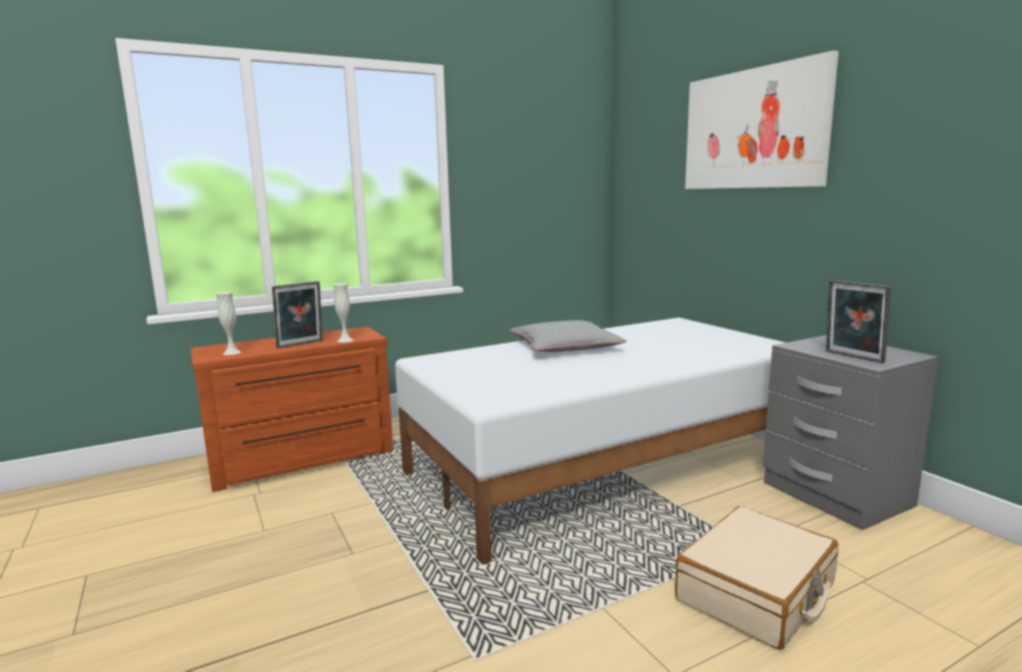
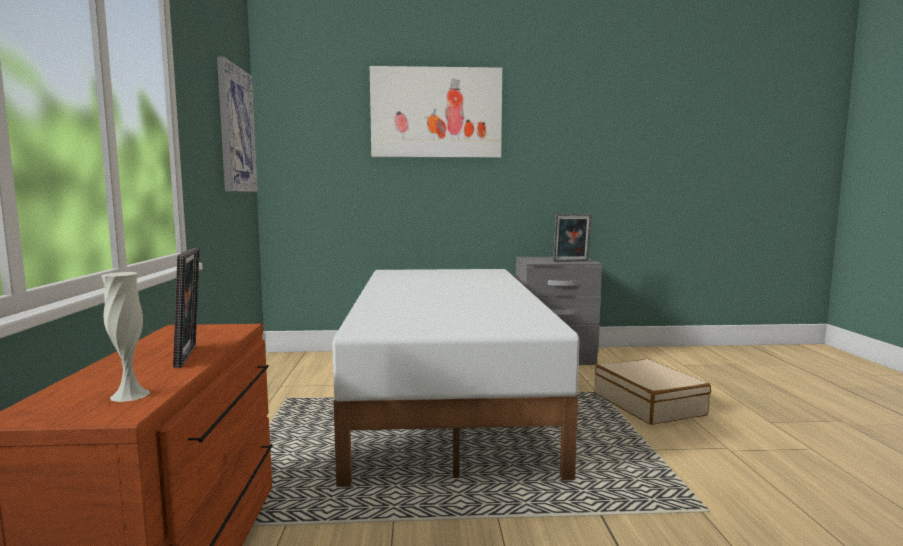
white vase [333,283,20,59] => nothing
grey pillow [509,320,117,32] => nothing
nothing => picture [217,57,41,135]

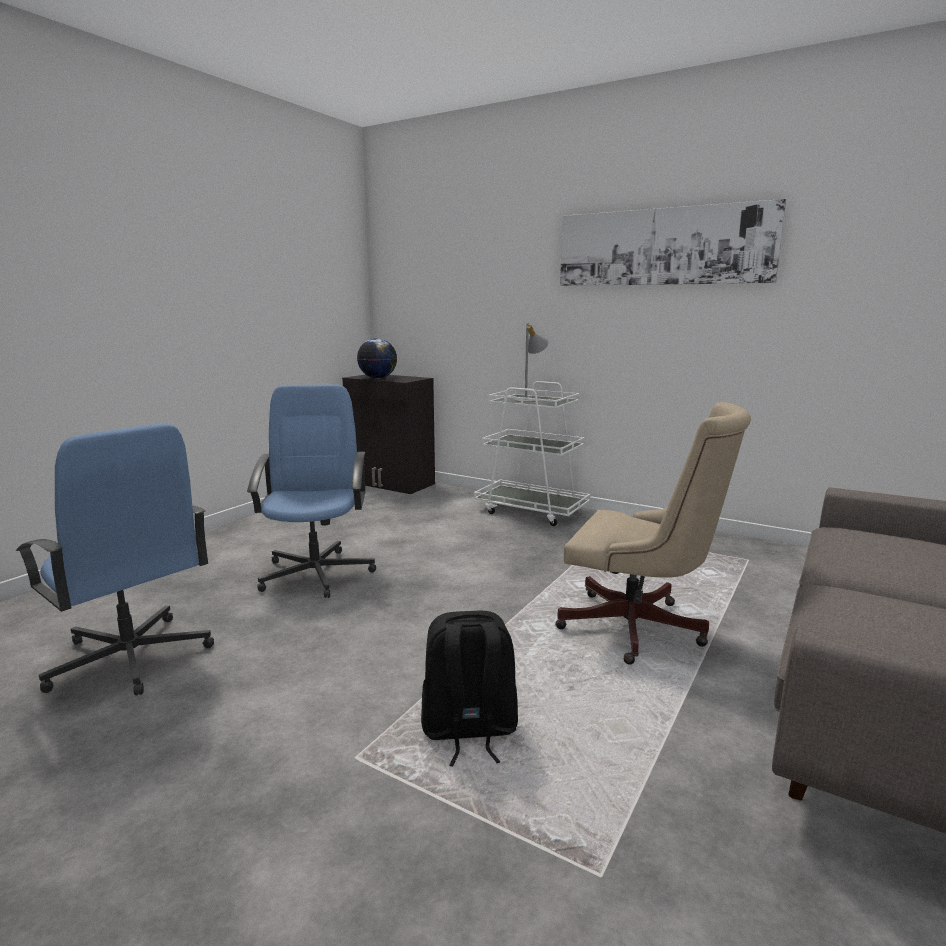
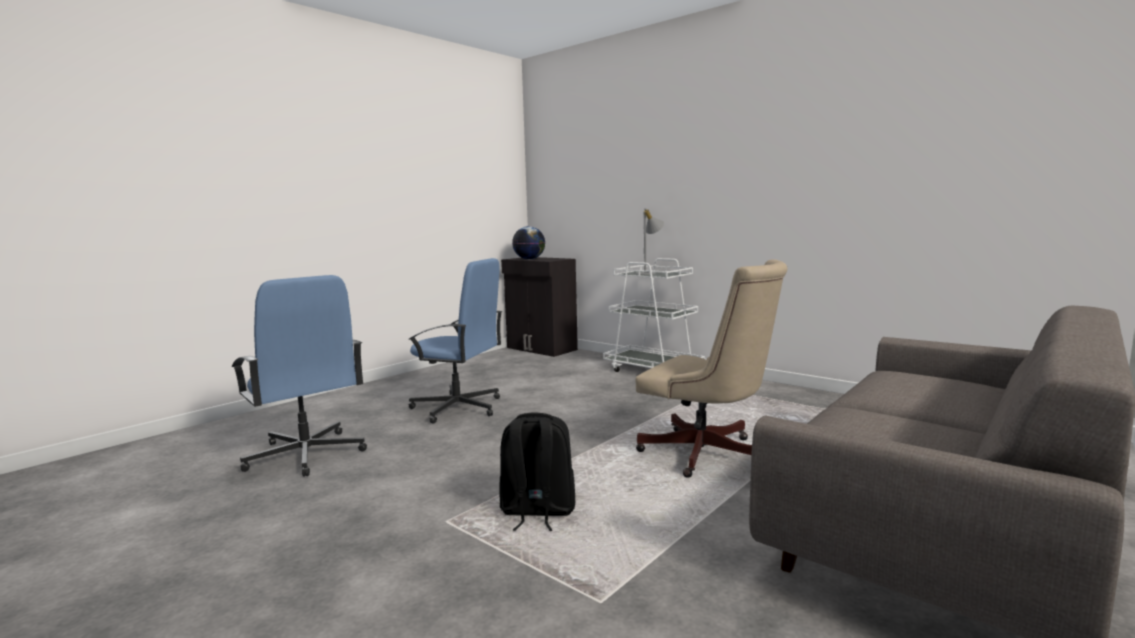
picture [560,199,226,87] => nothing
blue office chair [247,384,129,214] => blue office chair [408,258,94,166], 105 degrees clockwise

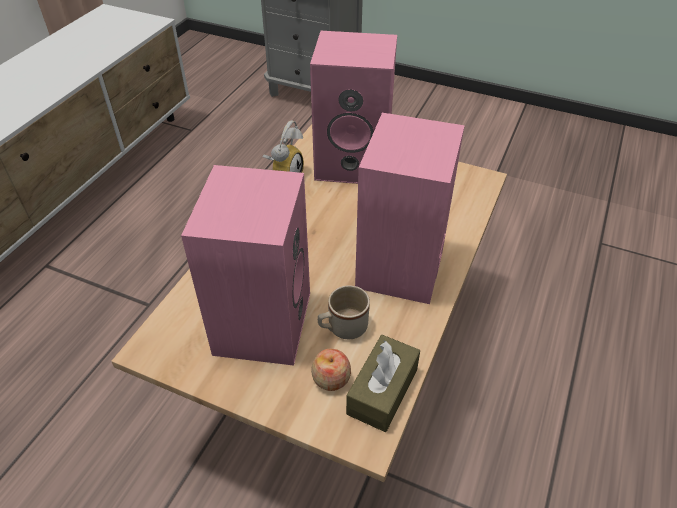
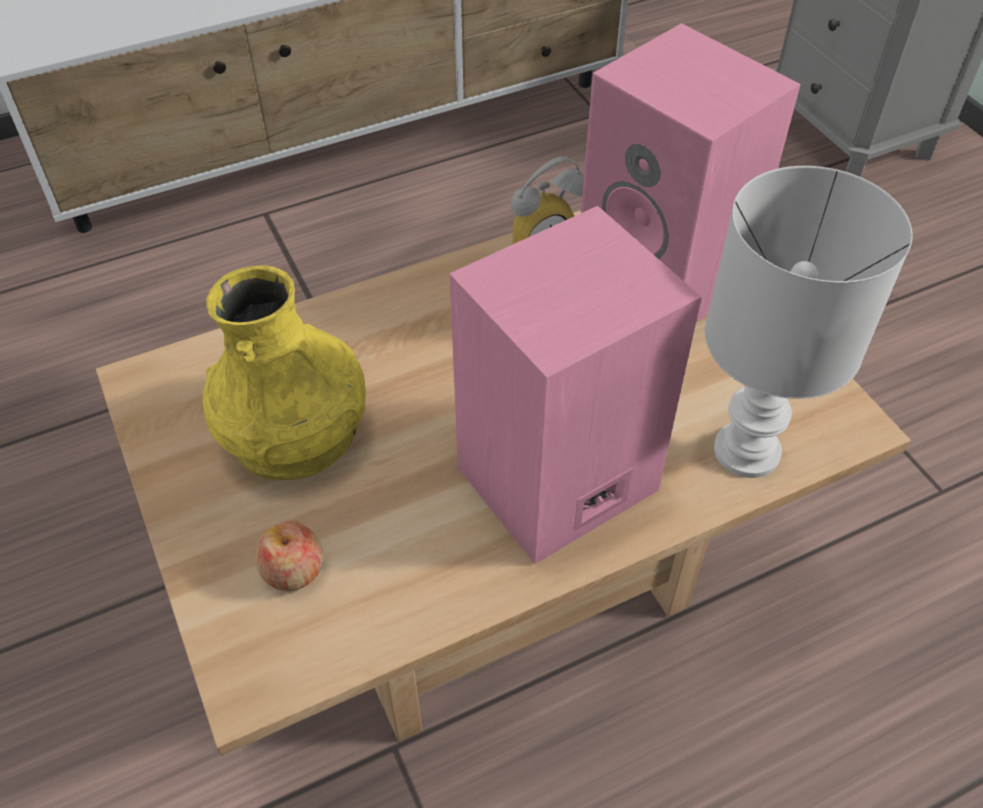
pink speaker [181,165,129,201] => yellow vase [203,265,163,215]
beige mug [318,285,52,54] => nothing
brown tissue box [346,335,74,97] => nothing
nothing => white table lamp [705,166,208,312]

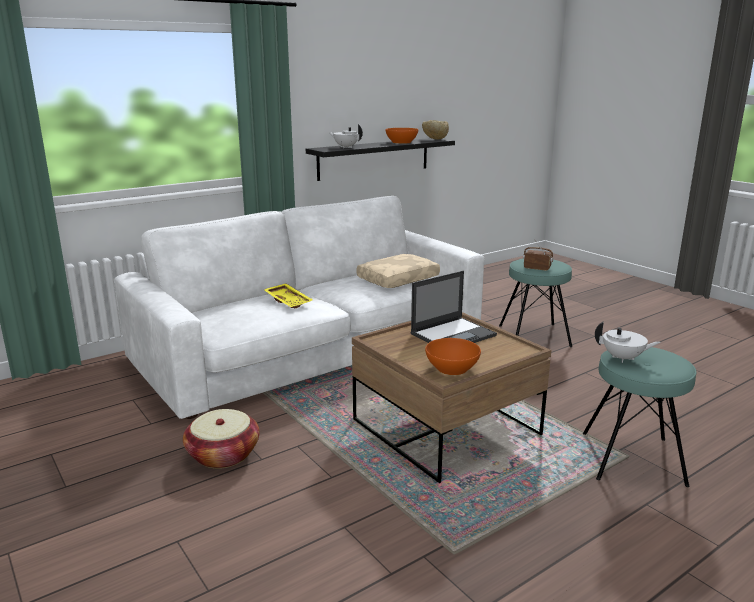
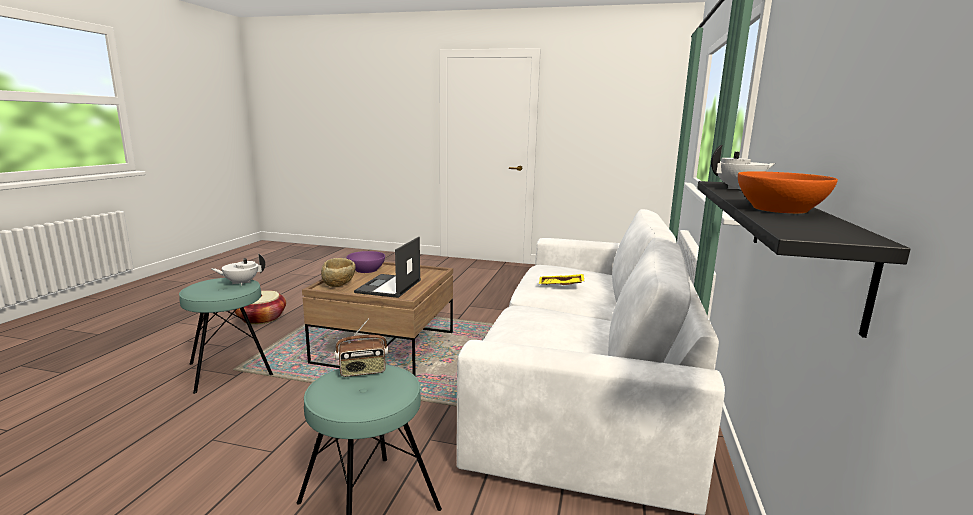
beige bowl [422,120,27,20] => beige bowl [321,258,35,29], move
beige pillow [356,254,84,34] => nothing
orange bowl [425,338,56,37] => purple bowl [346,251,39,22]
basket [183,409,77,60] => basket [235,290,51,34], move

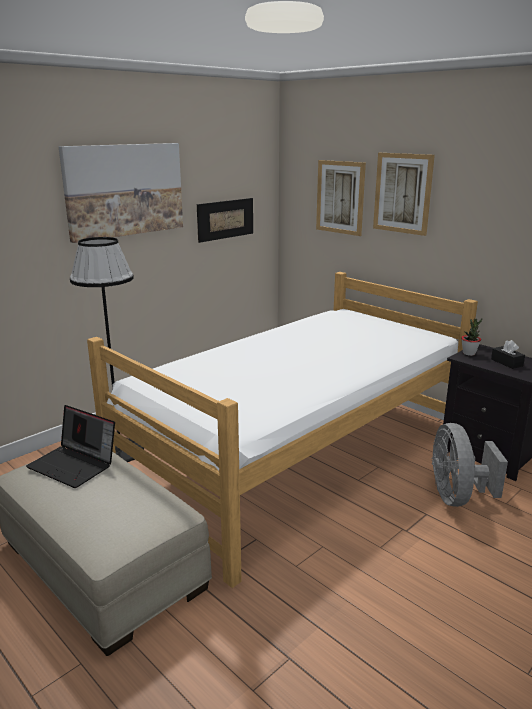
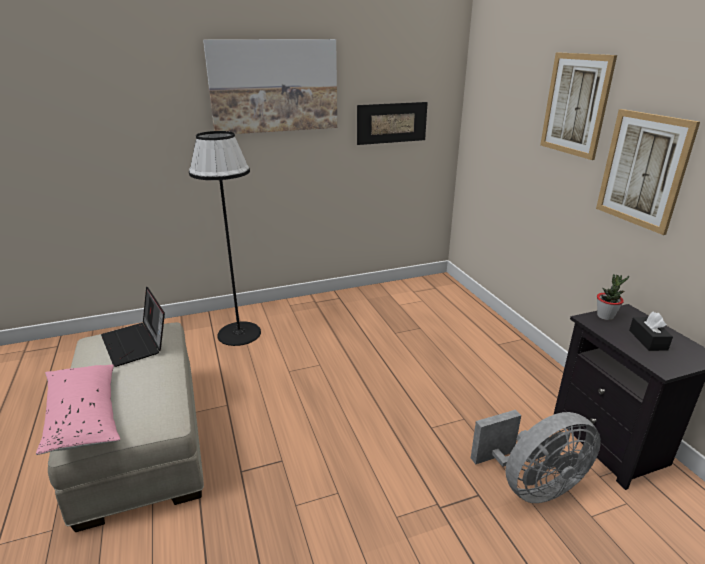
picture [316,160,50,76] => picture [596,109,104,126], move
bed [87,272,391,316] => nothing
grey fan [432,423,76,84] => grey fan [471,410,130,93], 135 degrees counterclockwise
nothing => pink pillow [36,365,84,90]

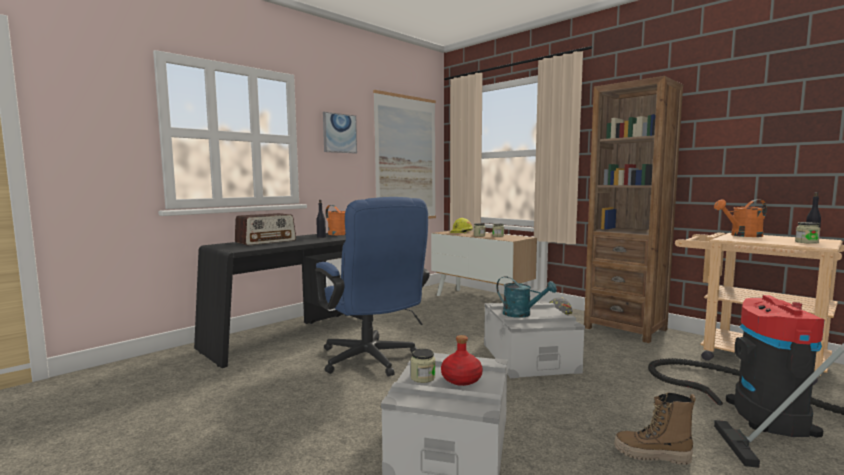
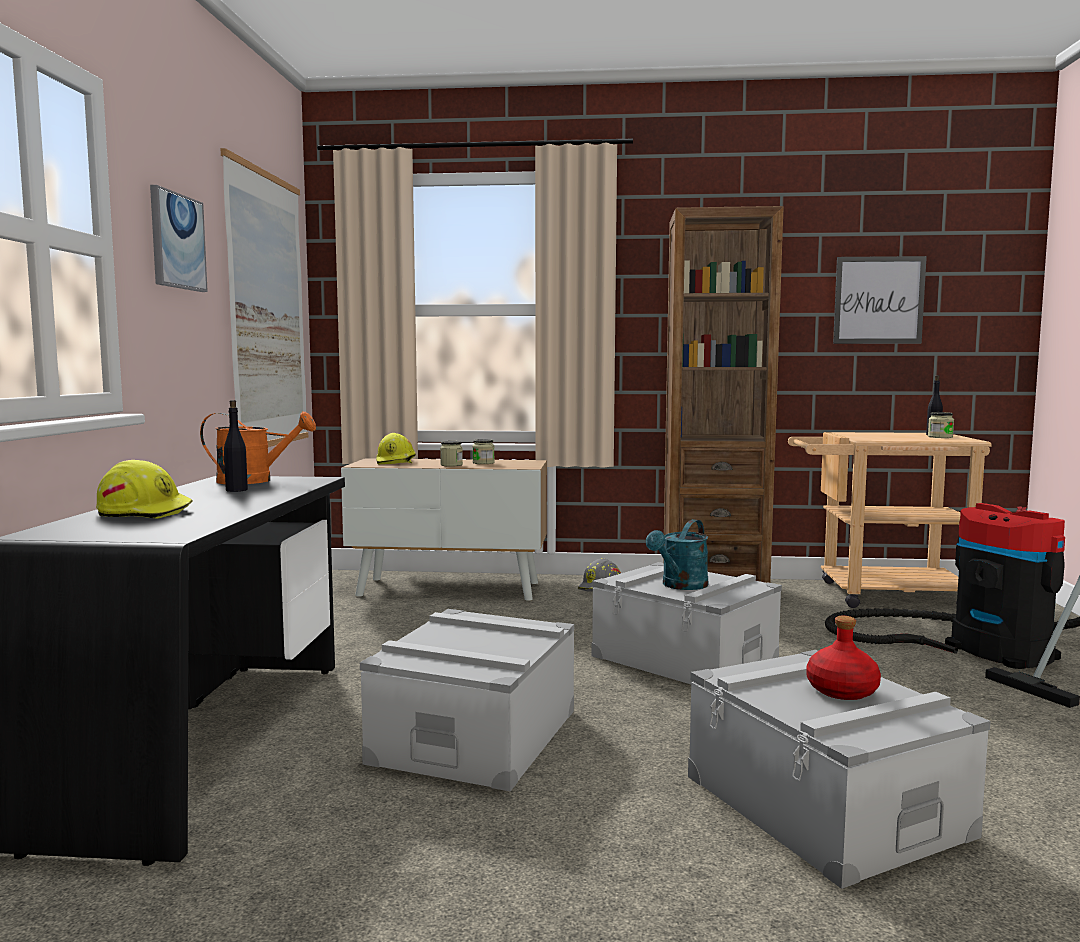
blue office chair [316,197,114,179] => grey storage box [360,609,214,182]
orange watering can [714,199,53,38] => nothing
radio [235,213,61,33] => yellow hard hat [96,460,97,59]
turquoise watering can [496,276,61,42] => turquoise watering can [646,519,62,71], 135 degrees clockwise
jar [411,349,24,34] => nothing
boot [614,392,82,73] => nothing
nothing => picture [833,256,94,88]

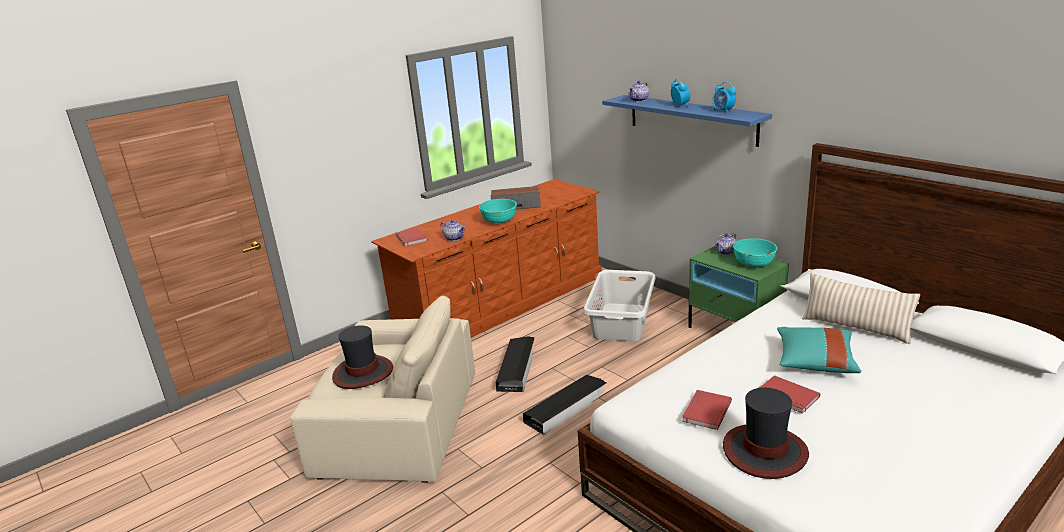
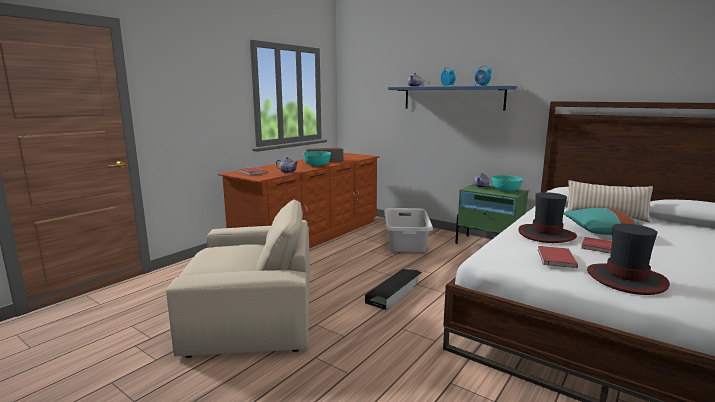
hat [332,325,61,64] => hat [518,192,59,51], move
black storage box [495,336,40,56] => nothing

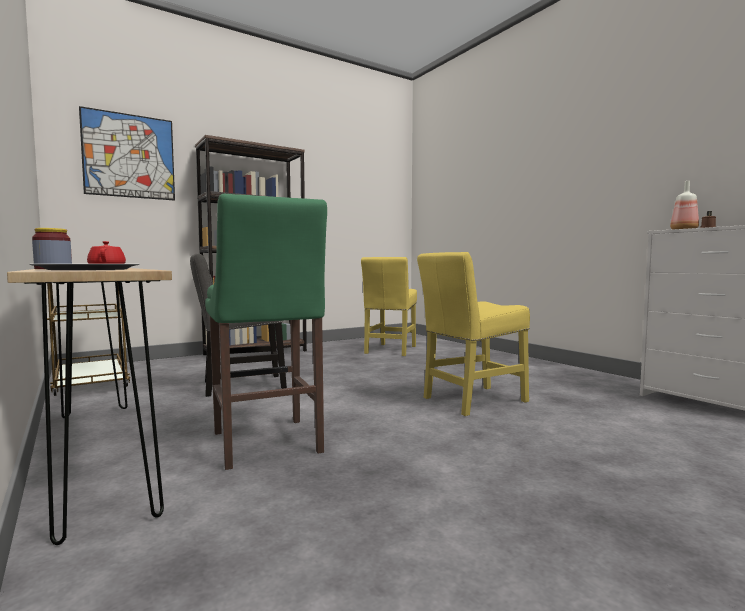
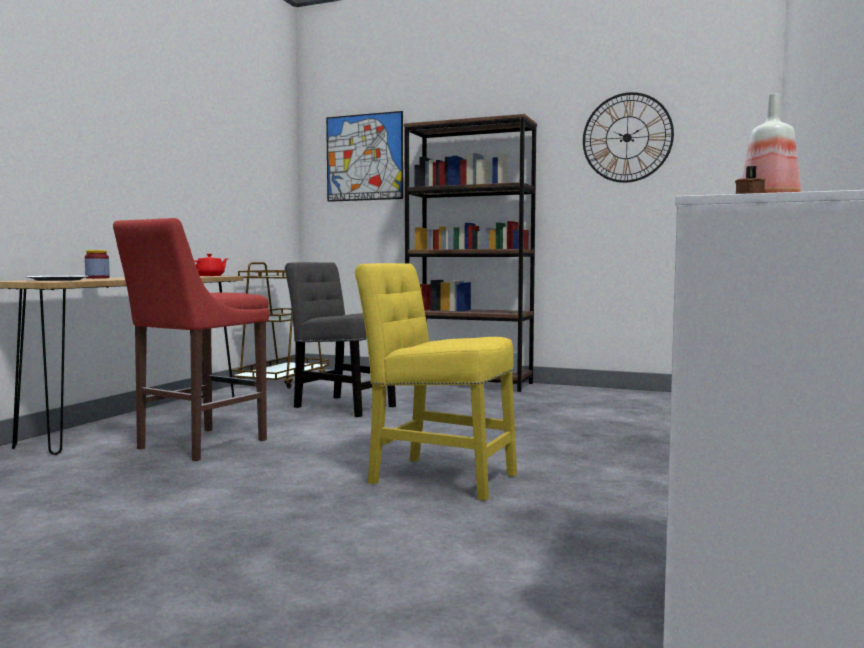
green stool [205,194,122,276] => red stool [113,218,156,243]
yellow chair [361,257,56,99] => nothing
nothing => wall clock [583,92,91,91]

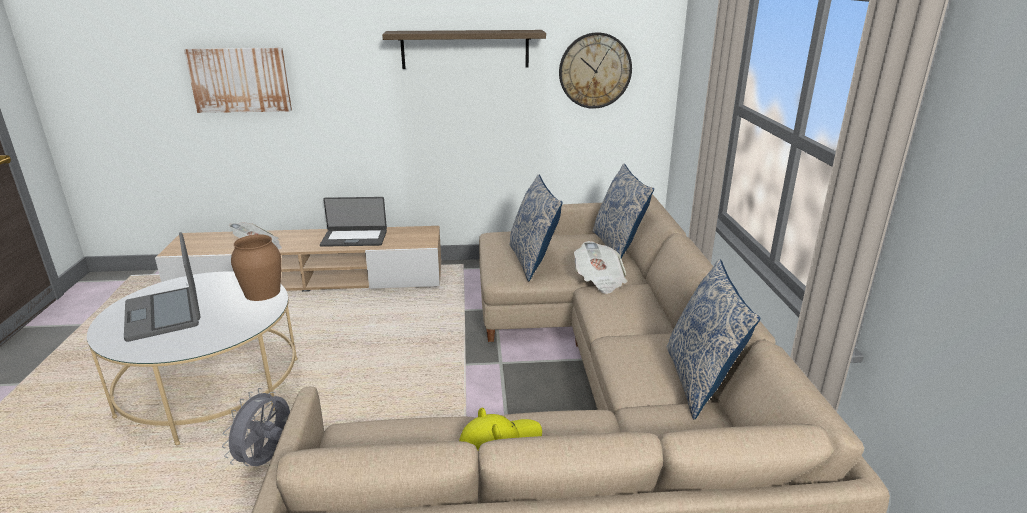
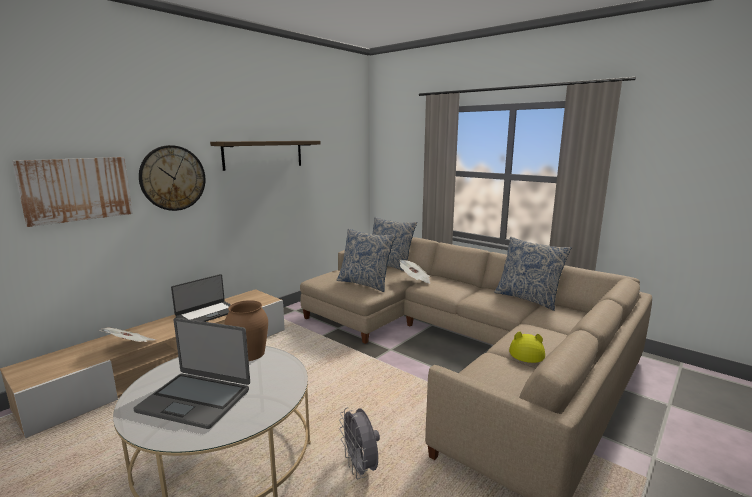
wall clock [559,32,73,77] => wall clock [139,145,66,66], move

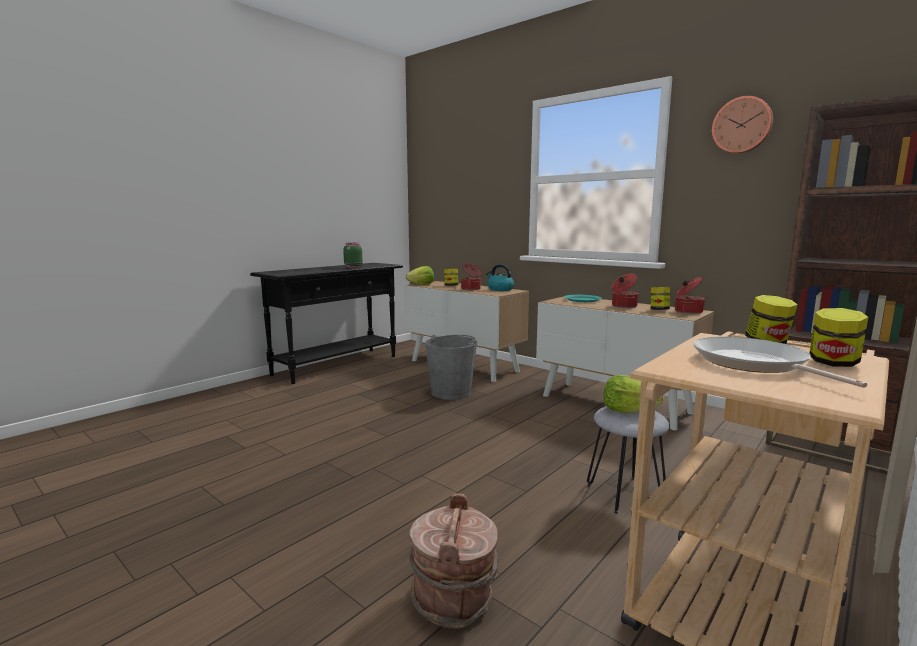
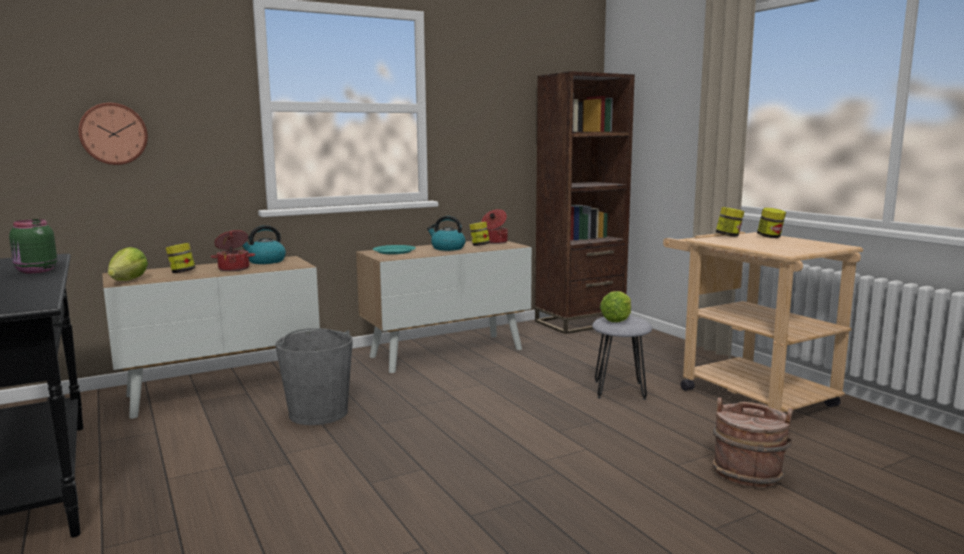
wall clock [712,96,61,58] => wall clock [78,103,70,62], move
cooking pot [612,273,27,35] => kettle [427,216,39,35]
frying pan [693,337,175,51] => nothing

